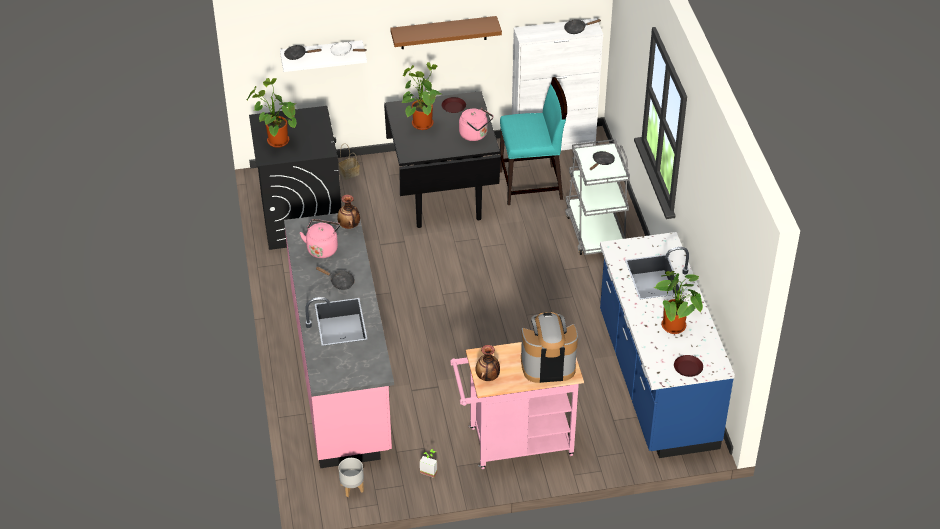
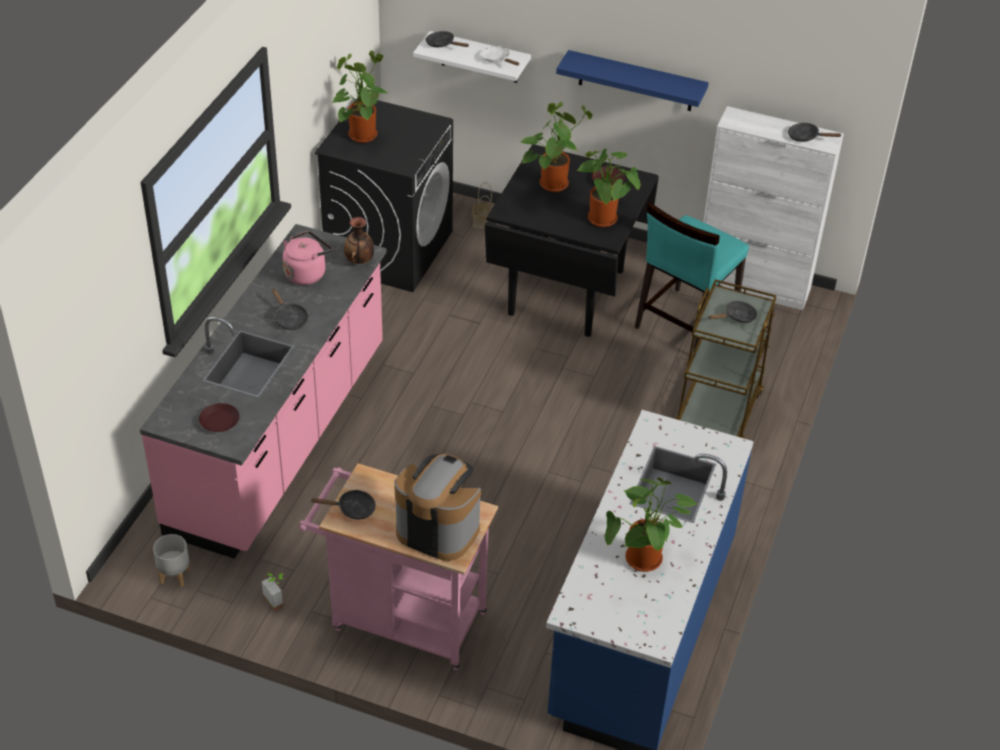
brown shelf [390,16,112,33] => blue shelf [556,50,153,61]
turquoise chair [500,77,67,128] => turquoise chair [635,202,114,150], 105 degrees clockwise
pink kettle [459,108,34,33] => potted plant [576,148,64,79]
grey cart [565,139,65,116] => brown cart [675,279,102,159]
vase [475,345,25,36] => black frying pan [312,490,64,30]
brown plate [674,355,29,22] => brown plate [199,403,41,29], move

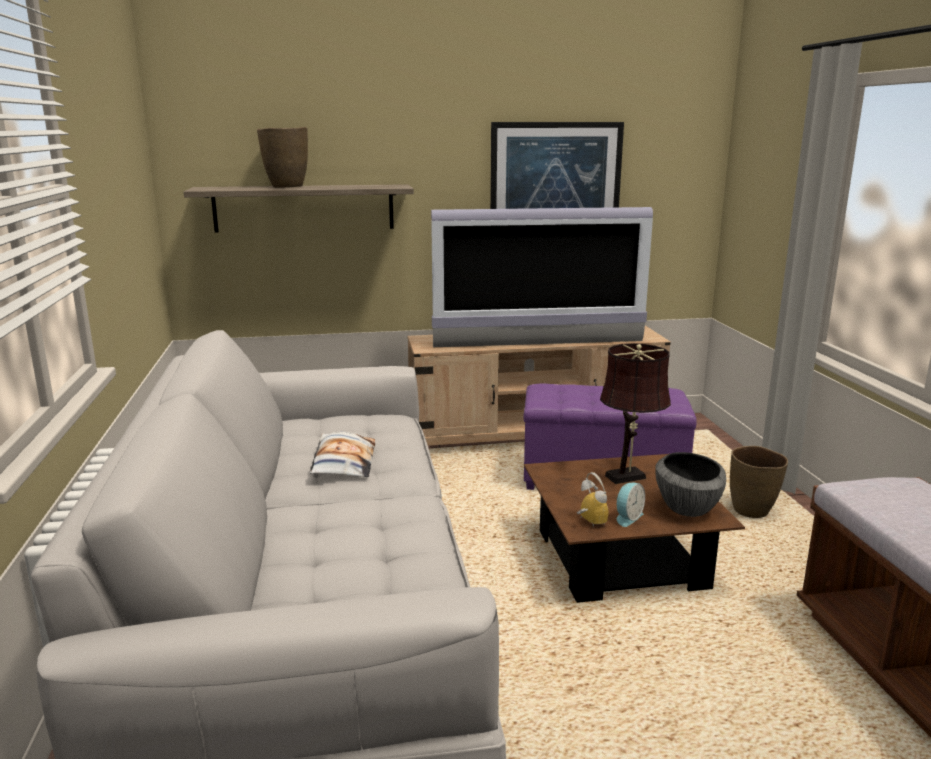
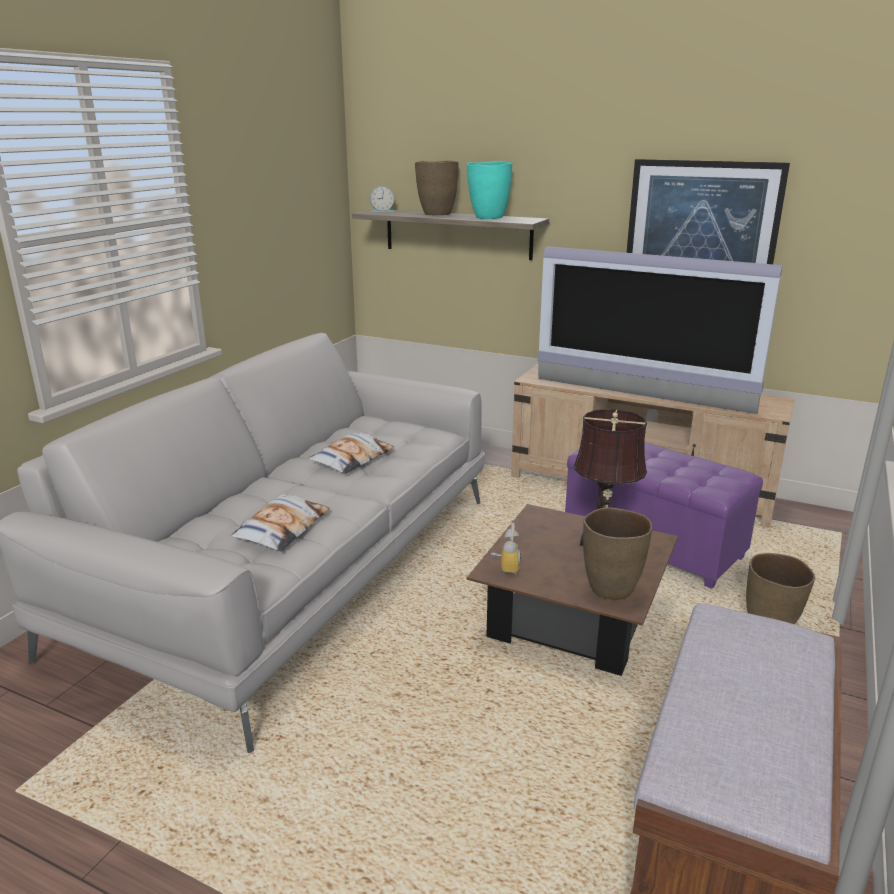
bowl [655,452,71,65] => brown vase [583,507,69,93]
alarm clock [617,483,28,44] => alarm clock [370,186,24,26], move
nothing => turquoise vase [467,161,45,58]
nothing => pillow [231,493,98,59]

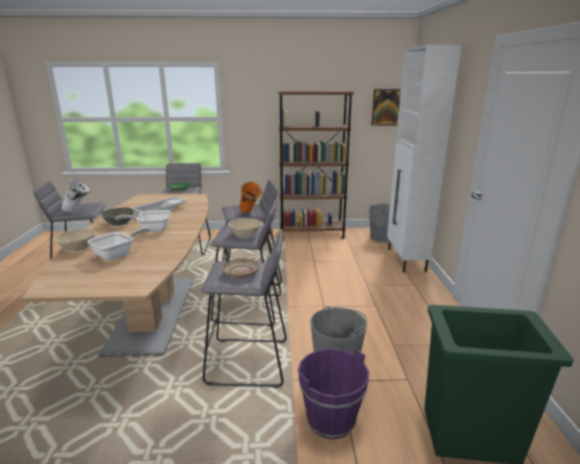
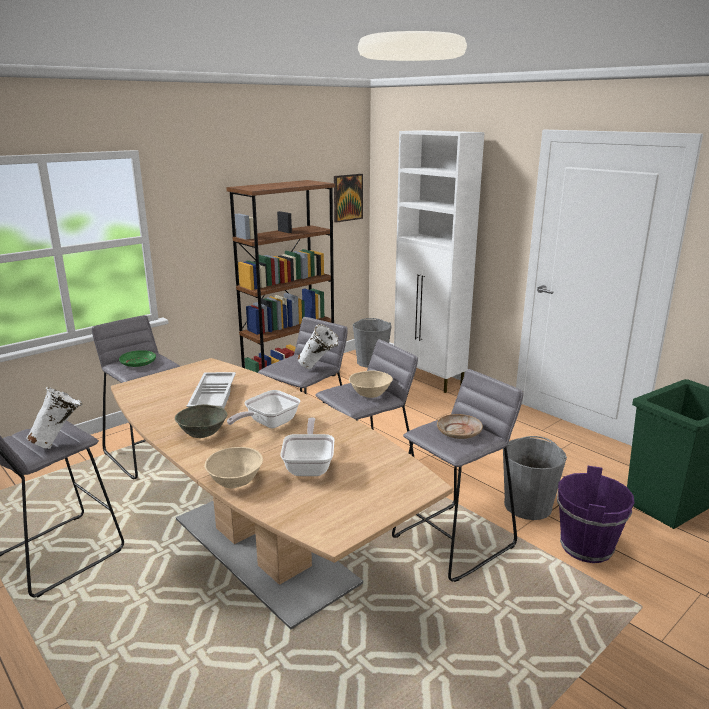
orange vase [239,181,24,32] => white vase [298,324,41,45]

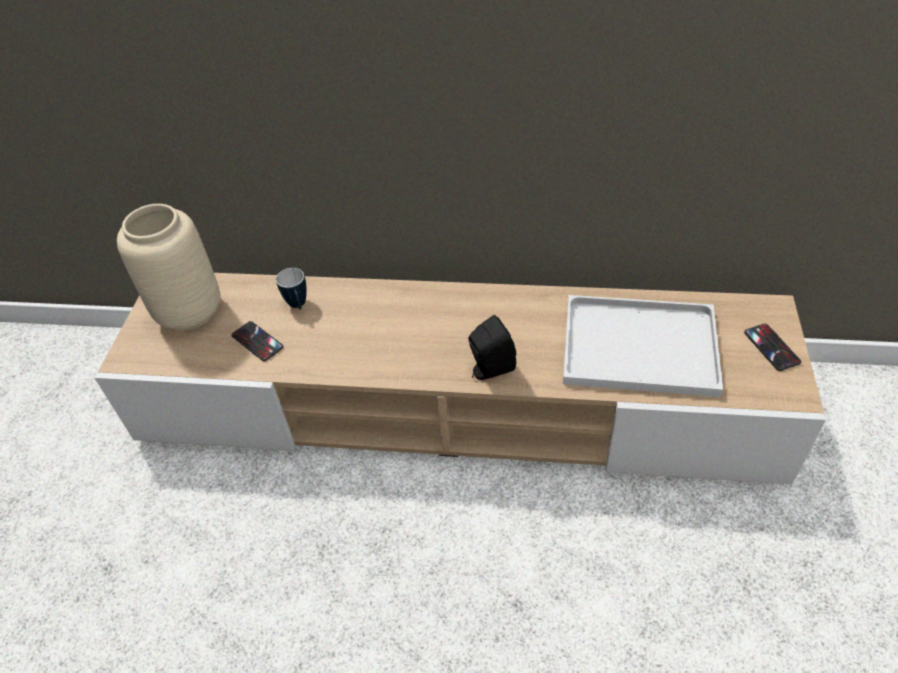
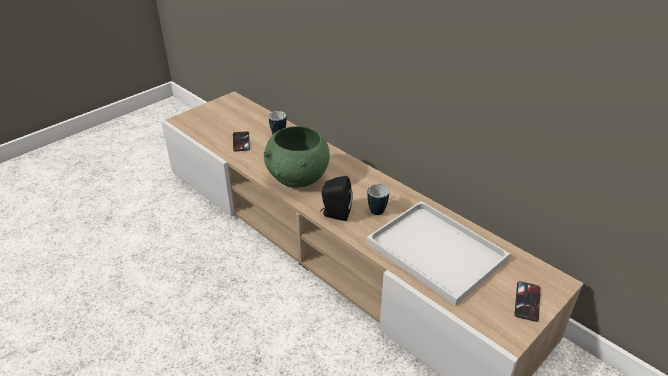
beige vase [117,204,103,127] => nothing
nothing => green bowl [264,126,65,62]
nothing => mug [367,184,22,31]

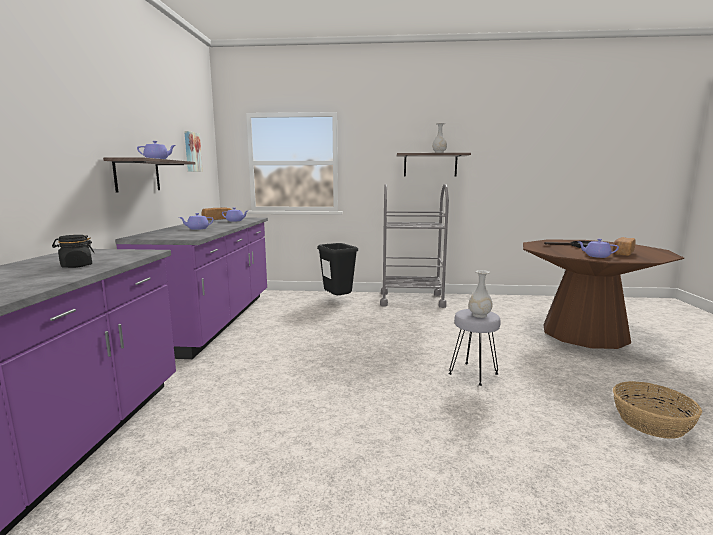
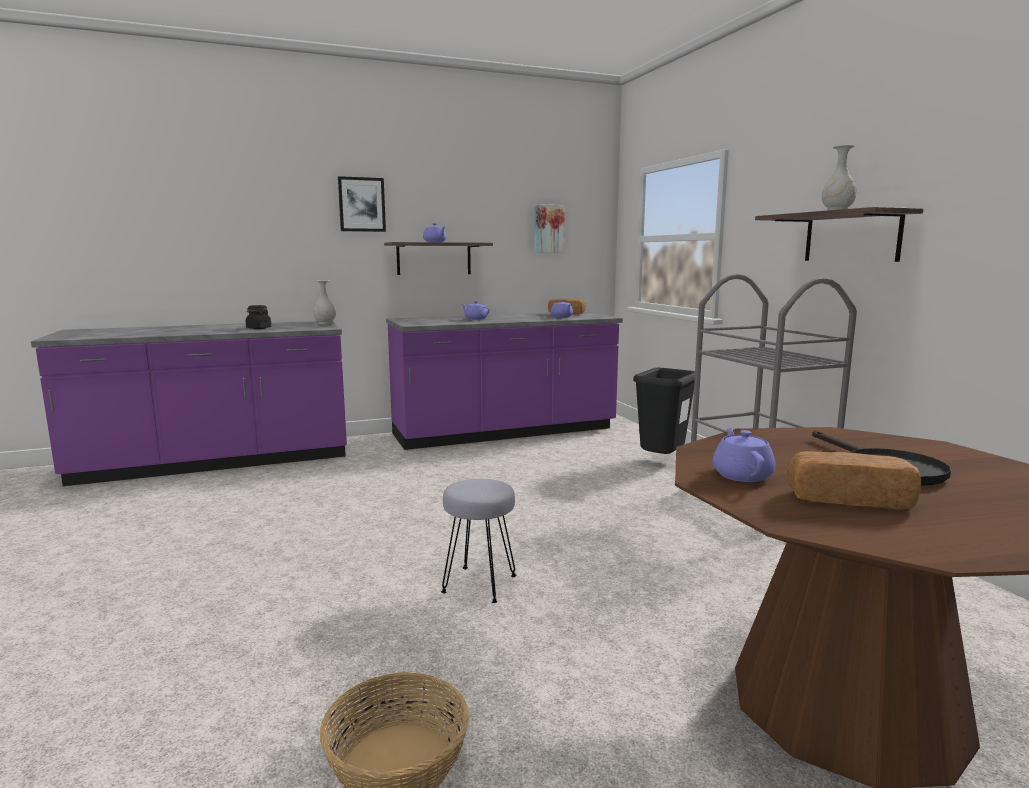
white vase [469,270,23,48] => white vase [313,280,23,45], move
nothing => picture [338,176,48,56]

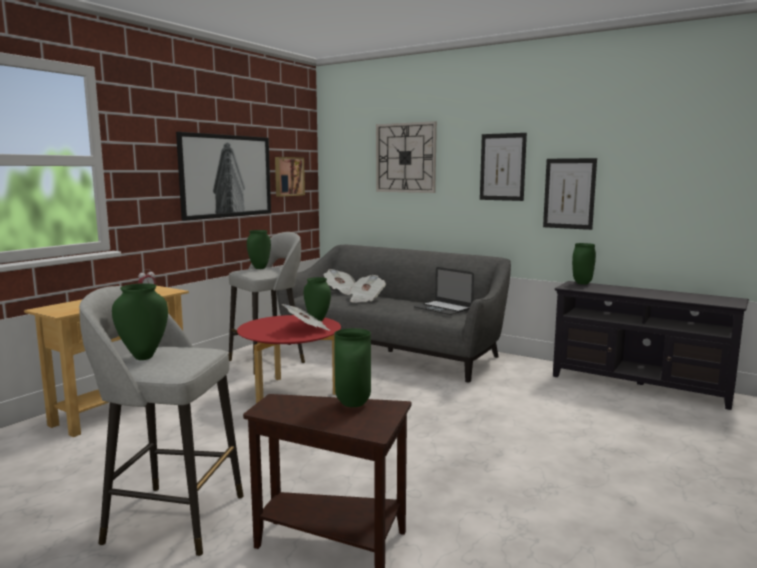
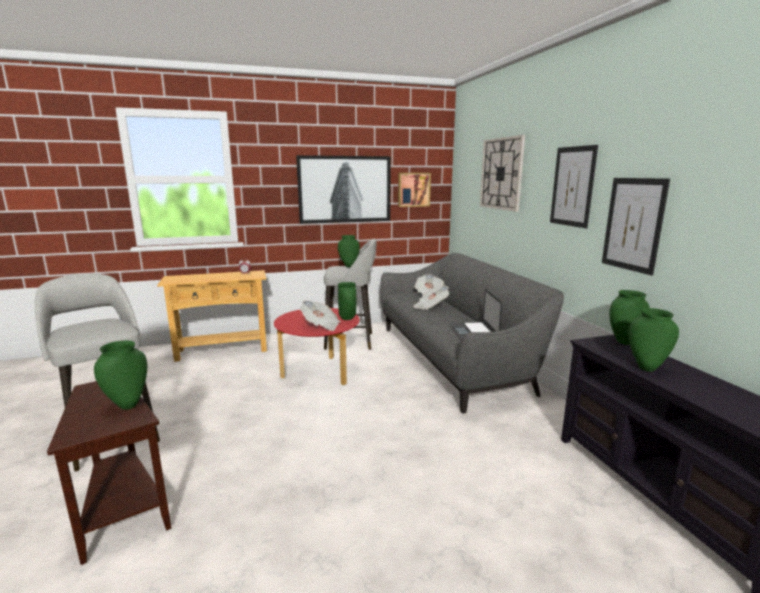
green vase [112,283,56,77] => green vase [629,308,50,64], move

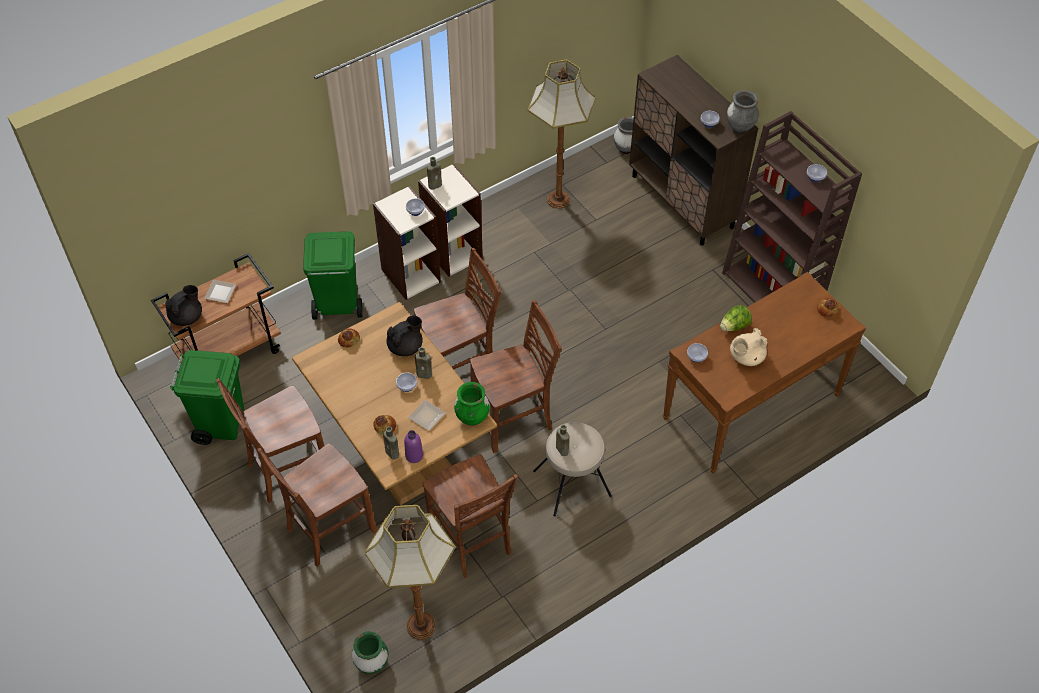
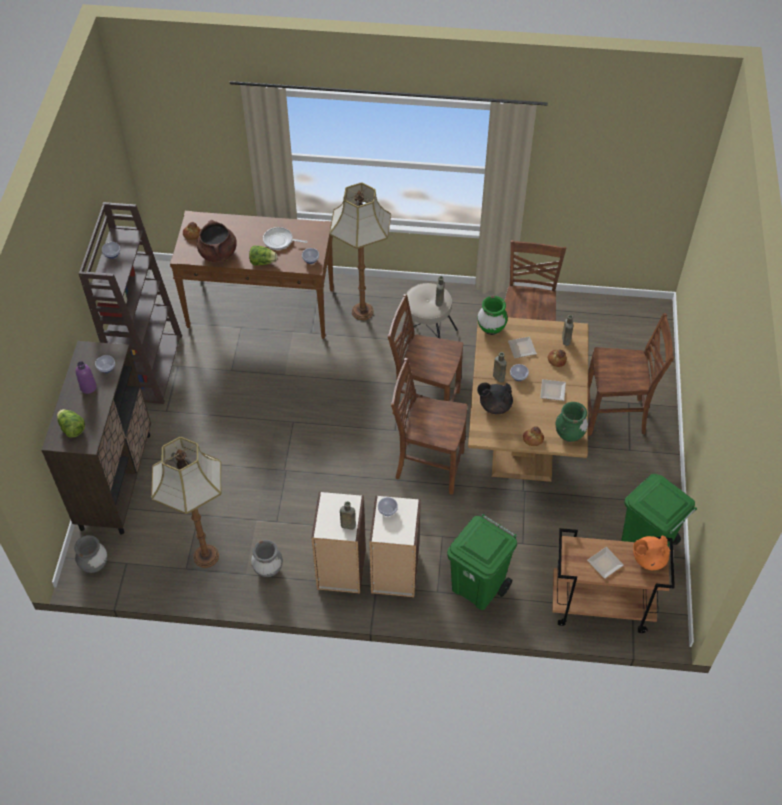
grey vase [727,90,32,43] => grey vase [251,540,32,37], move
black teapot [165,285,37,41] => orange teapot [633,535,37,35]
beige teapot [730,328,37,38] => frying pan [263,227,45,23]
brown chair [216,378,108,125] => nothing
purple bottle [404,430,19,33] => purple bottle [76,361,21,33], move
floor lamp [365,505,90,135] => floor lamp [329,183,62,137], move
green vase [352,631,36,43] => green vase [556,402,32,40], move
nothing => brown cooking pot [197,220,40,42]
nothing => plate [540,379,26,22]
nothing => lettuce [57,409,28,29]

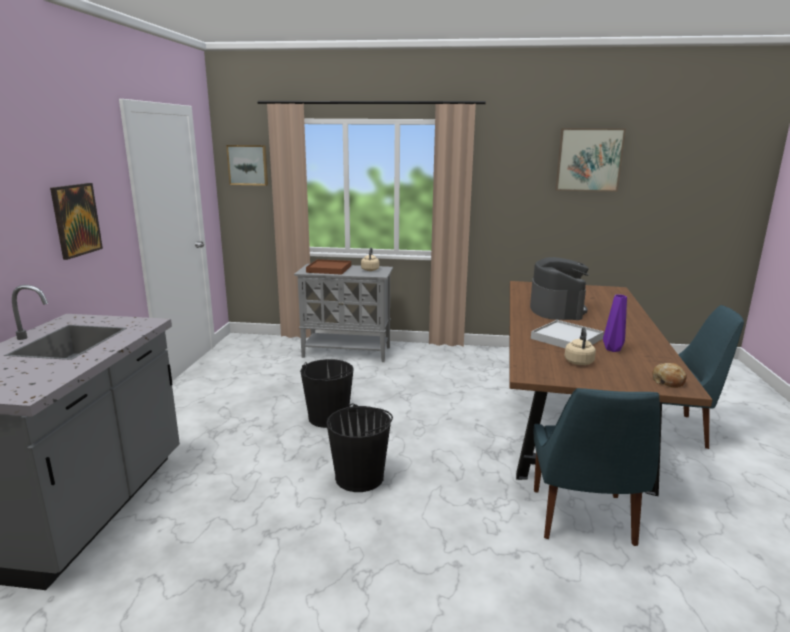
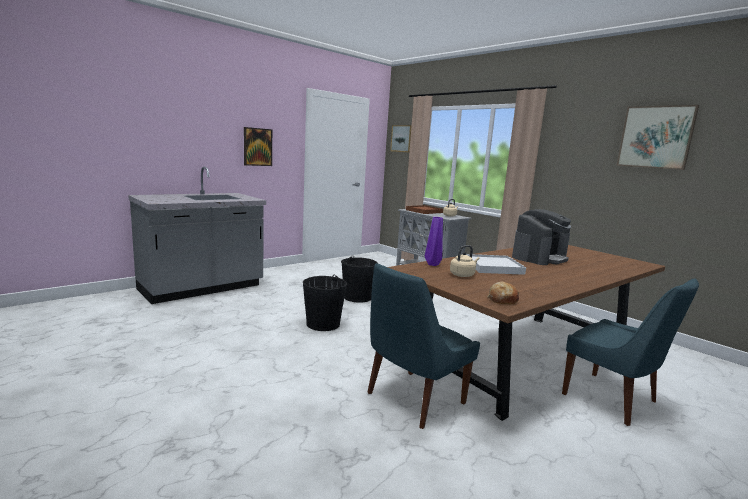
purple vase [603,294,24,58] => purple vase [425,217,18,49], move

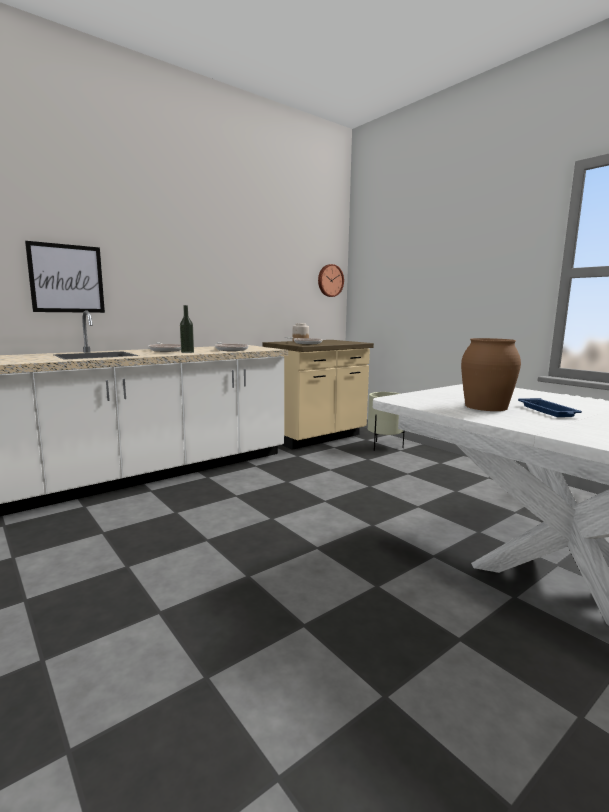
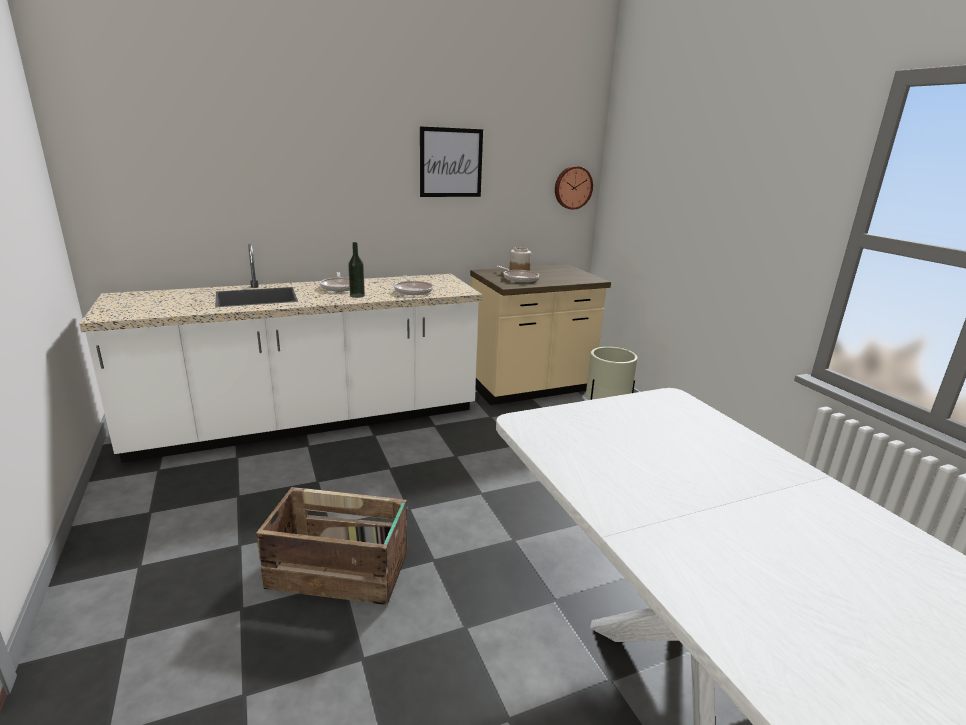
picture [25,241,80,72] => picture [420,126,63,71], move
brown vase [461,338,60,73] => nothing
blue tray [518,398,64,19] => nothing
nothing => crate [256,487,151,118]

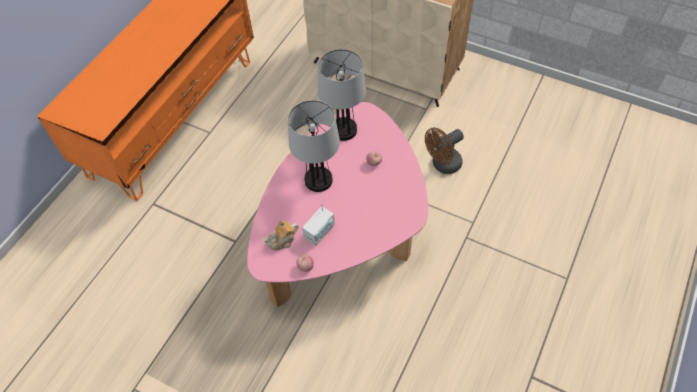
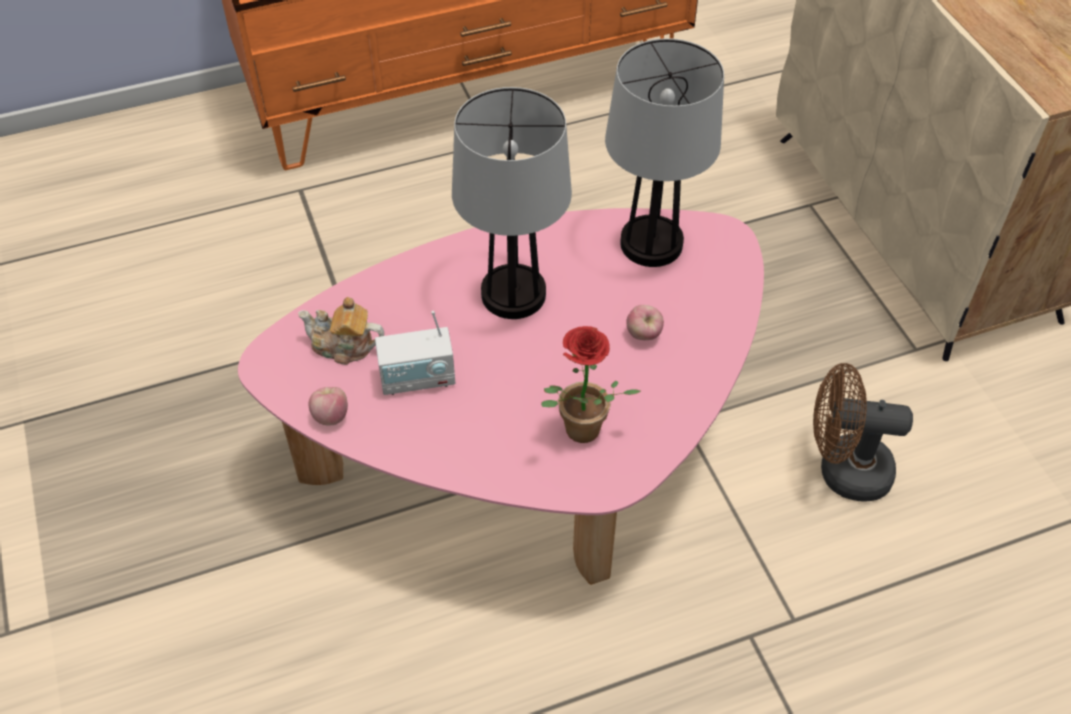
nothing => potted plant [541,326,100,117]

